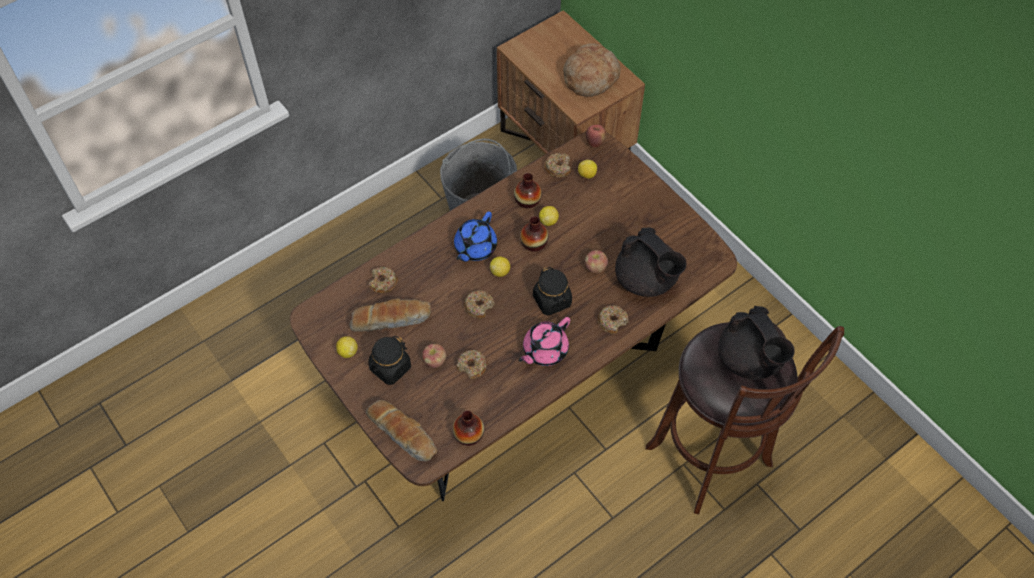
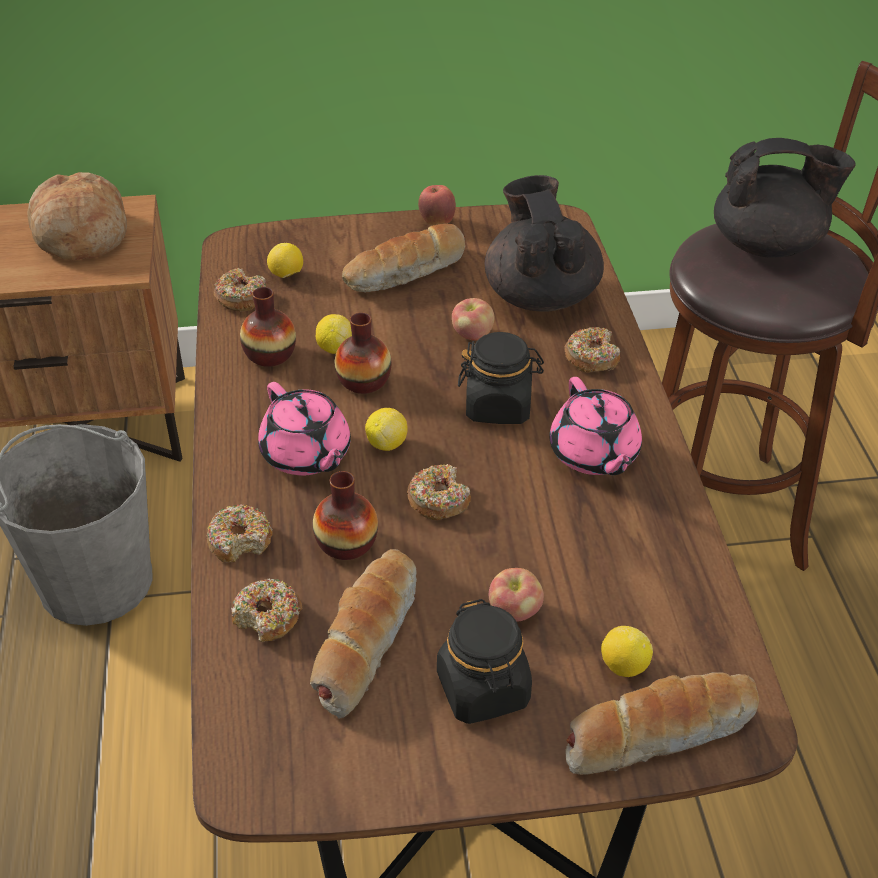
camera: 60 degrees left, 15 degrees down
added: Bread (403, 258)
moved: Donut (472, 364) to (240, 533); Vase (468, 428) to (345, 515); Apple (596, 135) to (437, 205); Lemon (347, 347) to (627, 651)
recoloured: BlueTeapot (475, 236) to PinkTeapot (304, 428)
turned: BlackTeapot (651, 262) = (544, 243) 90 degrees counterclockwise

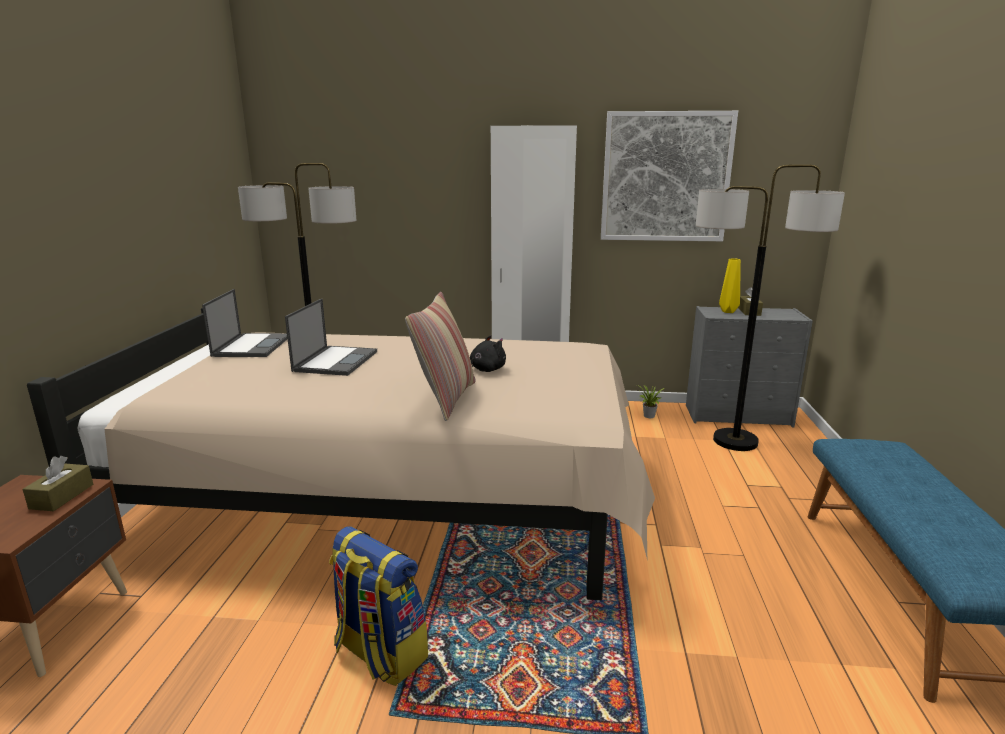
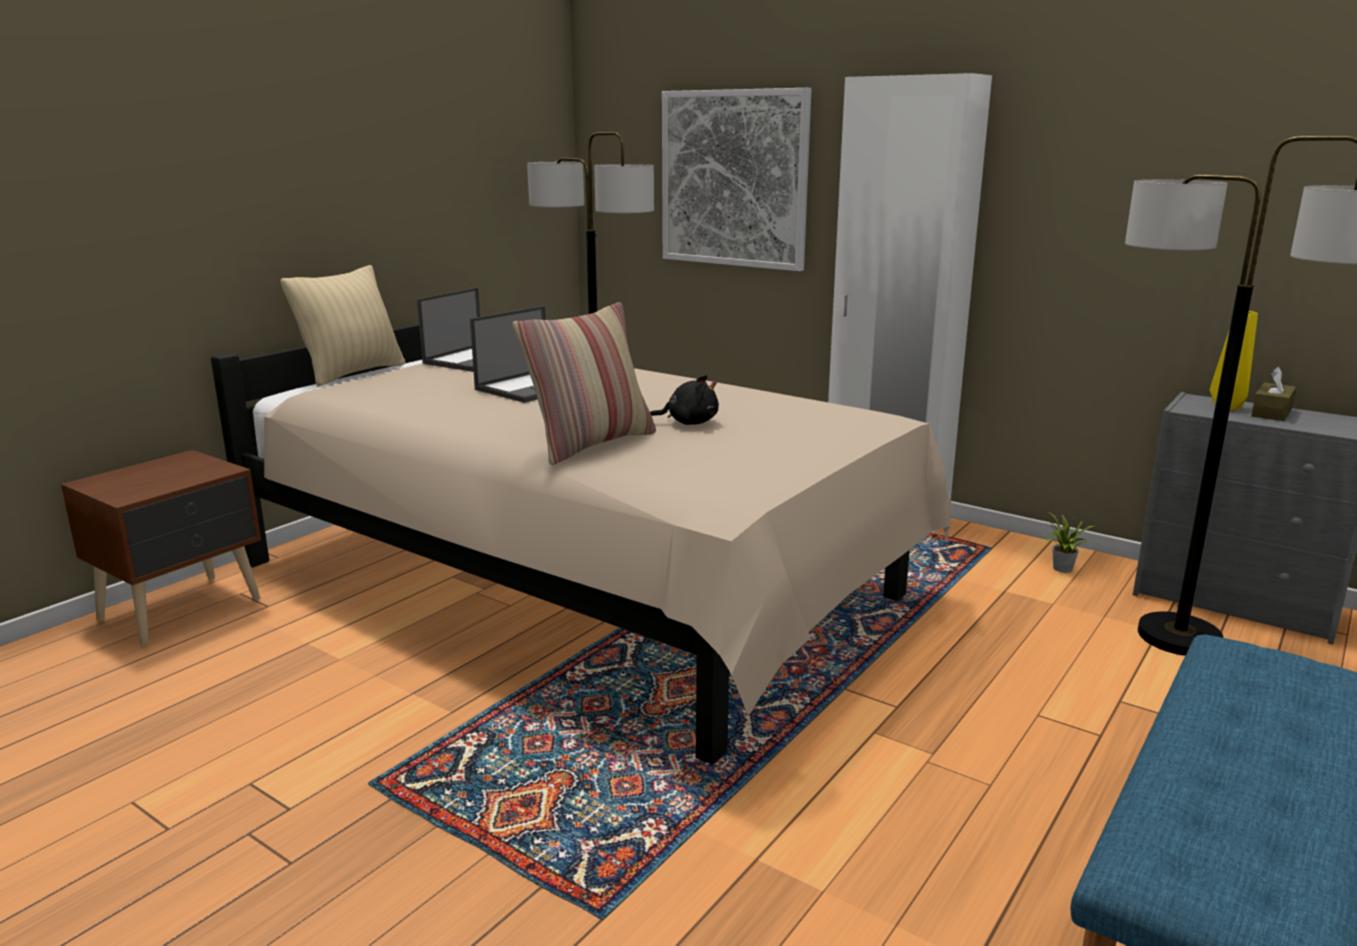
camera: 30 degrees right, 0 degrees up
removed: BrownTissueBox (57, 483); Backpack (378, 606)
added: BeigePillow (343, 326)
moved: Picture (669, 176) to (737, 179)

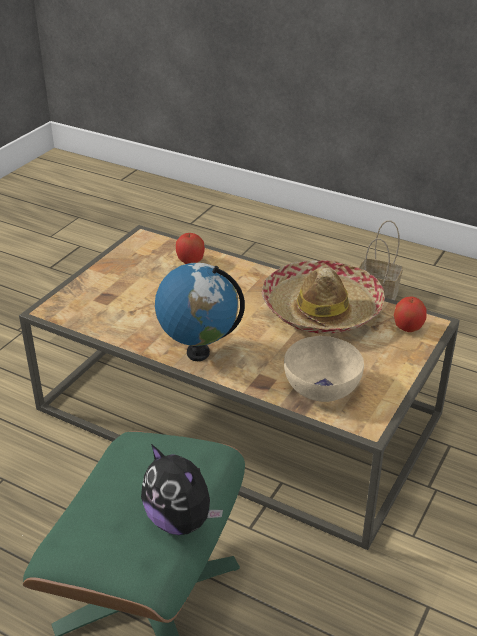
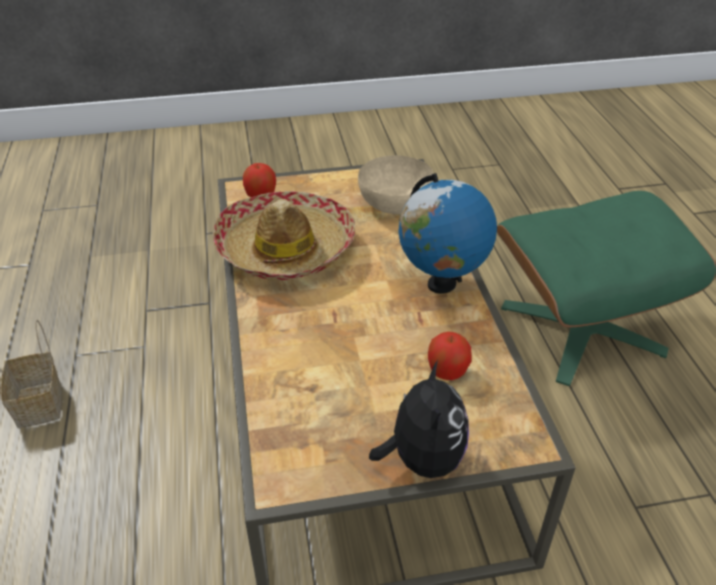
camera: 130 degrees left, 5 degrees up
moved: PlushToy (182, 489) to (419, 419); Apple (190, 248) to (450, 355)

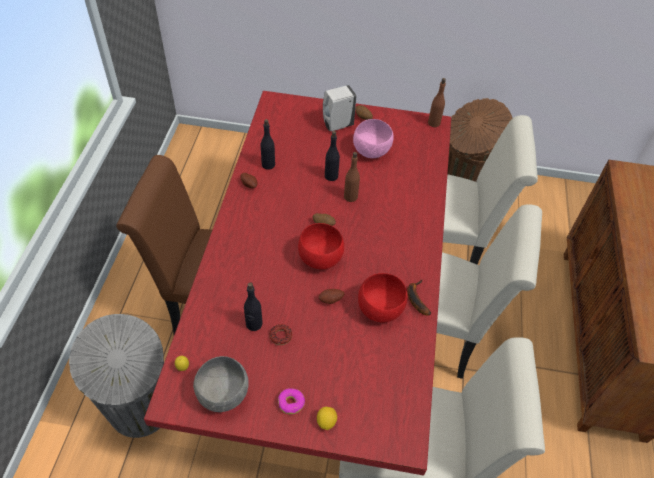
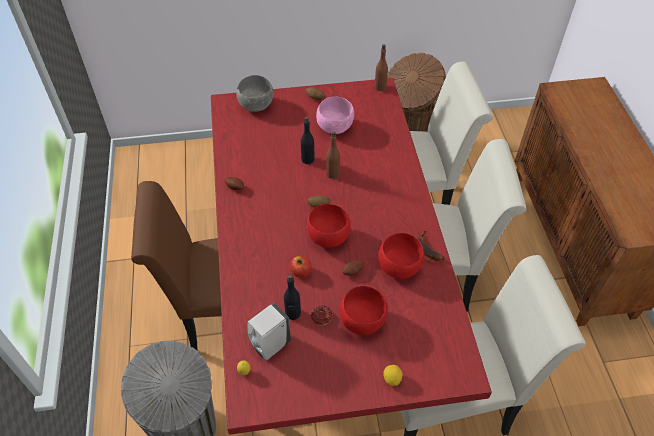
camera: 15 degrees left, 0 degrees up
removed: BlackBottle (268, 144); Donut (291, 401)
added: Apple (301, 267); RedBowl (363, 310)
moved: GreyBowl (221, 384) to (255, 93); WhiteSoapDispenser (339, 108) to (269, 332)

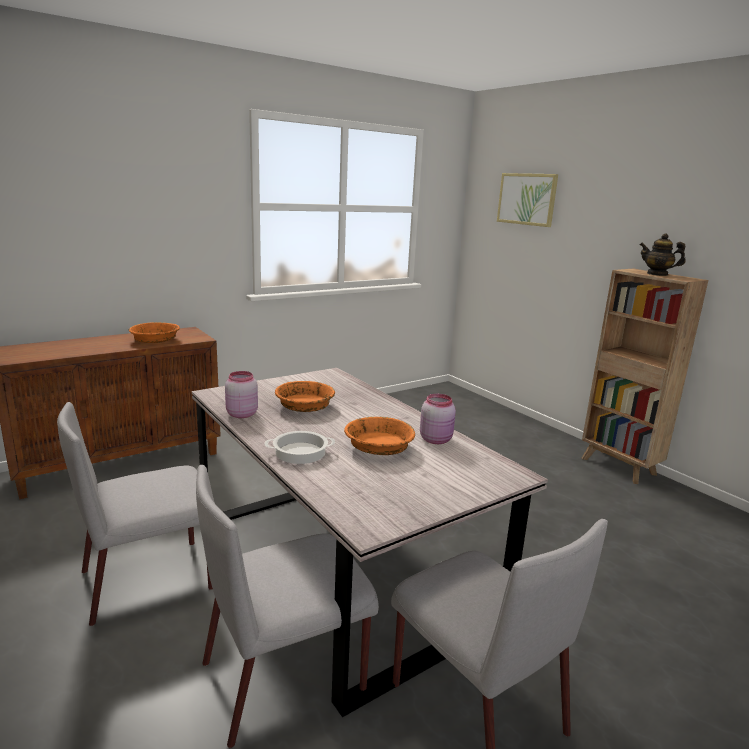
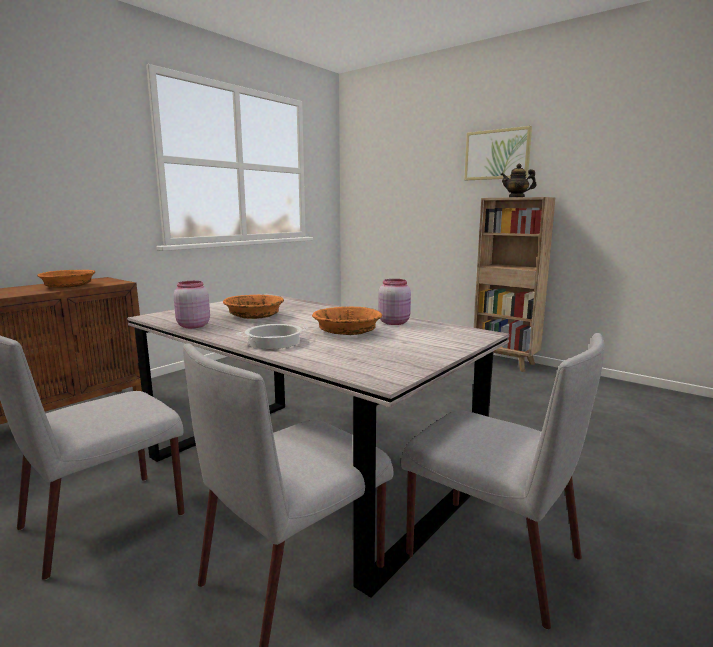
camera: 15 degrees left, 5 degrees down
moved: Picture (527, 200) to (498, 153)

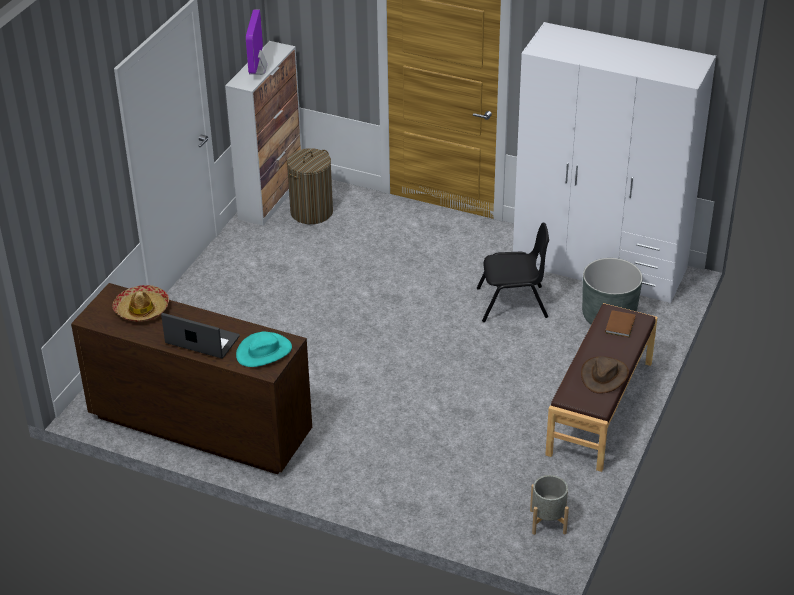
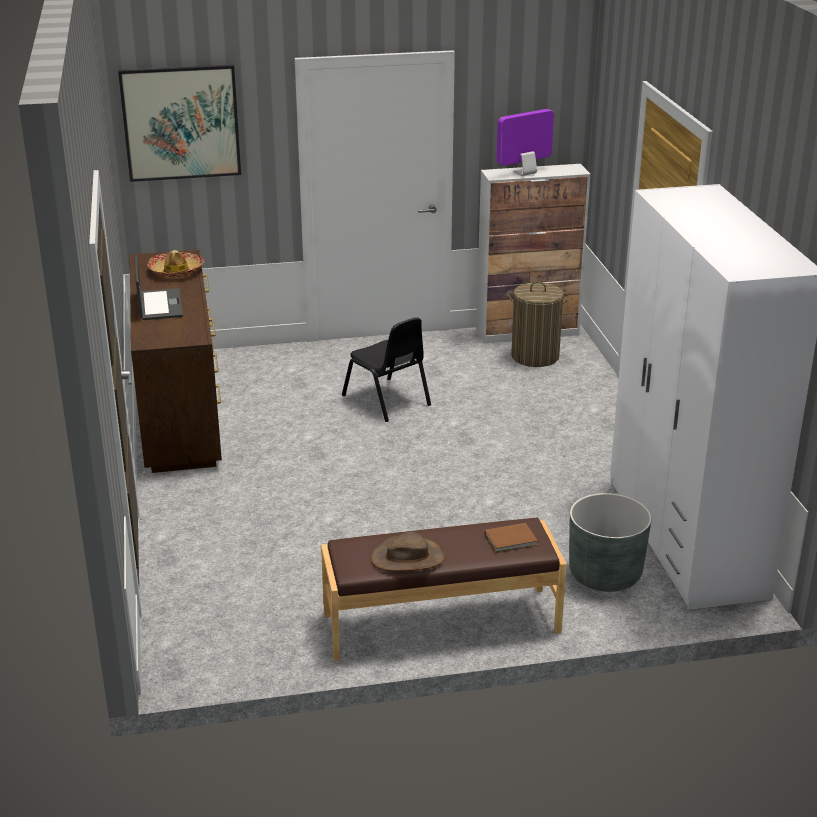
camera: 55 degrees right, 10 degrees down
removed: TurquoiseHat (264, 349); GreyPlanter (549, 505)
added: Picture (179, 123)
moved: BlackChair (513, 272) to (386, 369)

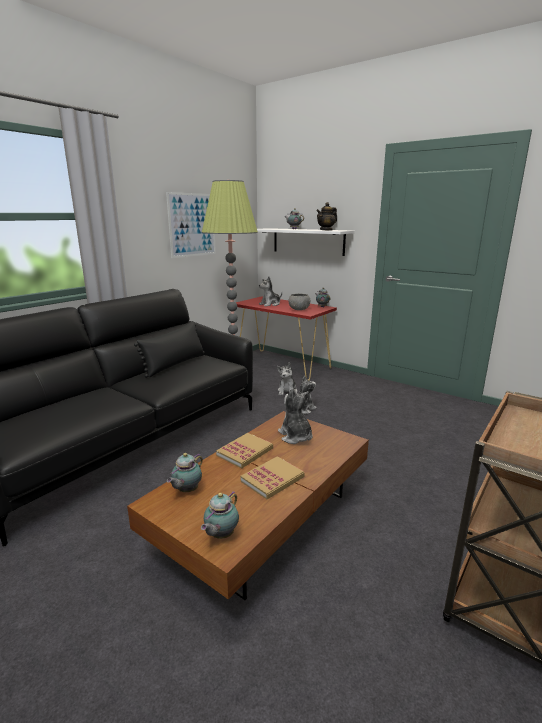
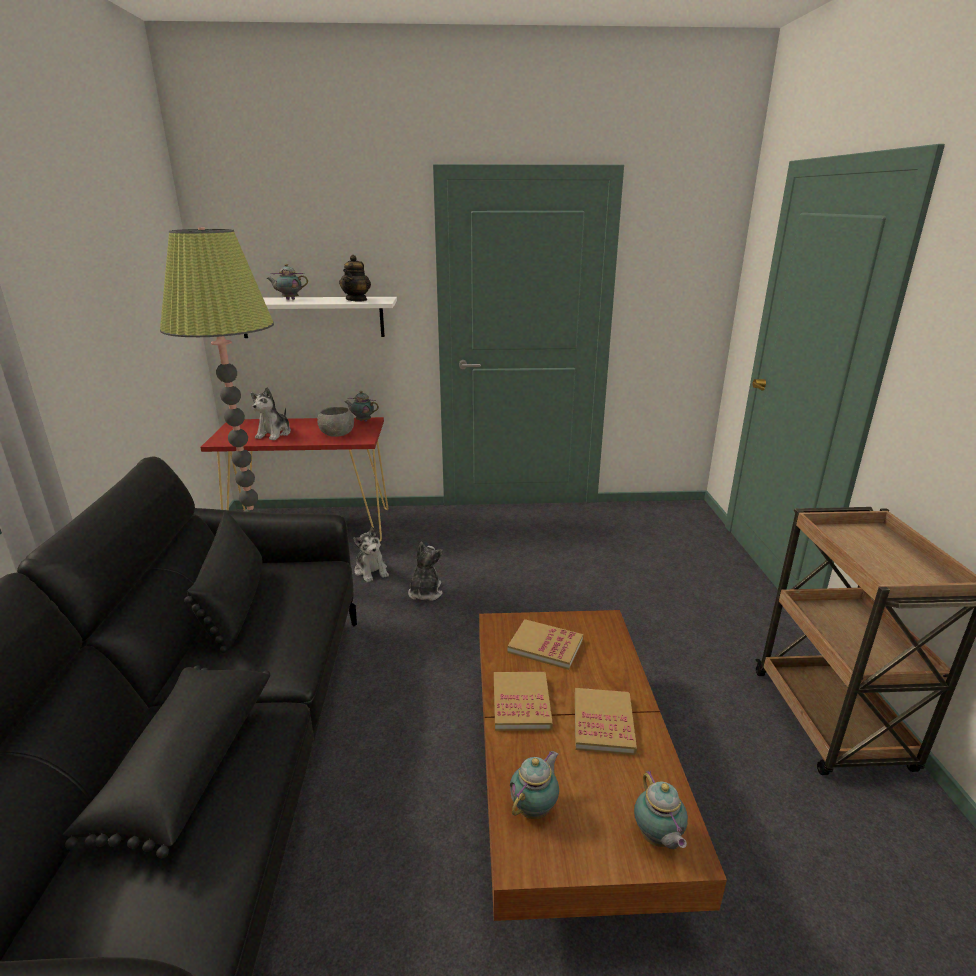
camera: 40 degrees left, 5 degrees up
removed: Picture (191, 225)
added: BlackPillow (166, 762)
replaced: PlushToy (295, 416) to Book (545, 644)
turned: Teapot (185, 472) = (534, 785) 135 degrees counterclockwise

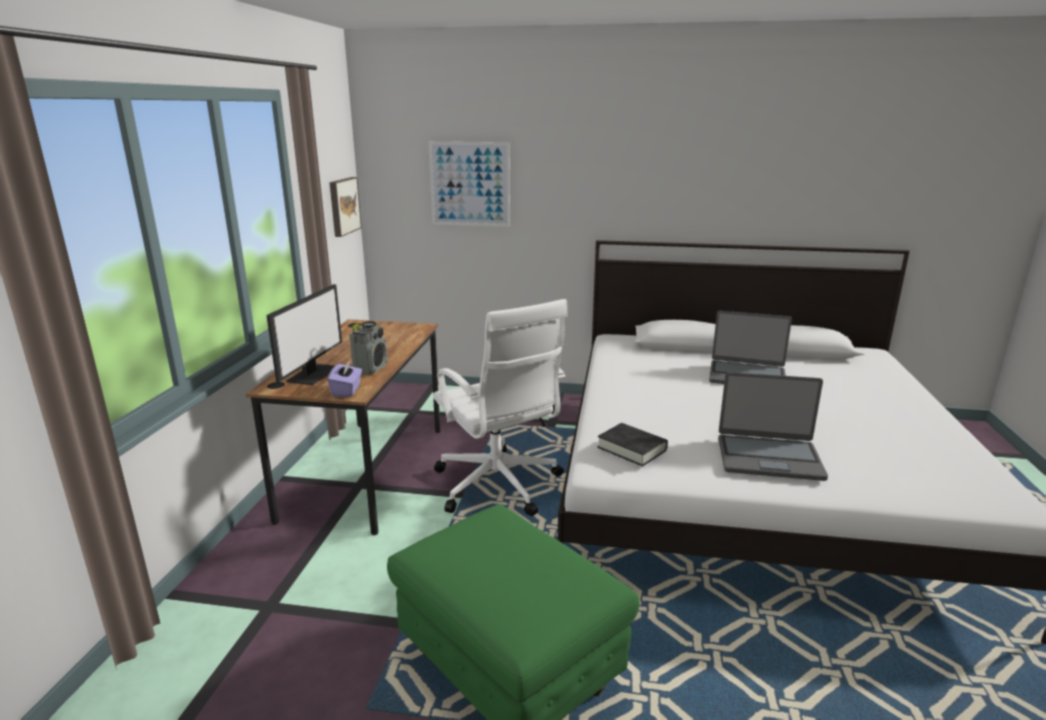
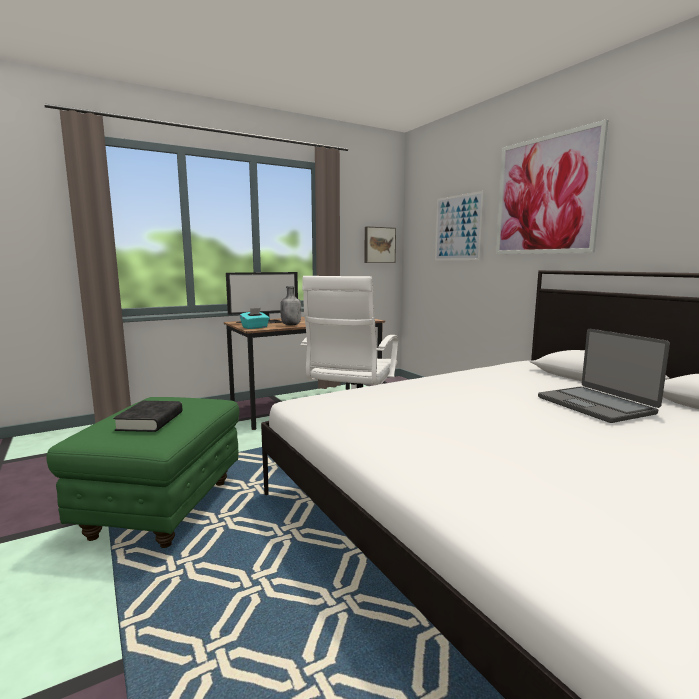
camera: 50 degrees right, 10 degrees down
removed: Laptop (773, 426)
added: Picture (552, 186)
moved: BlackBook (632, 444) to (147, 416)
replaced: Radio (369, 348) to GreyBottle (290, 305)
recoloured: PurpleTissueBox (344, 378) to TurquoiseTissueBox (254, 318)

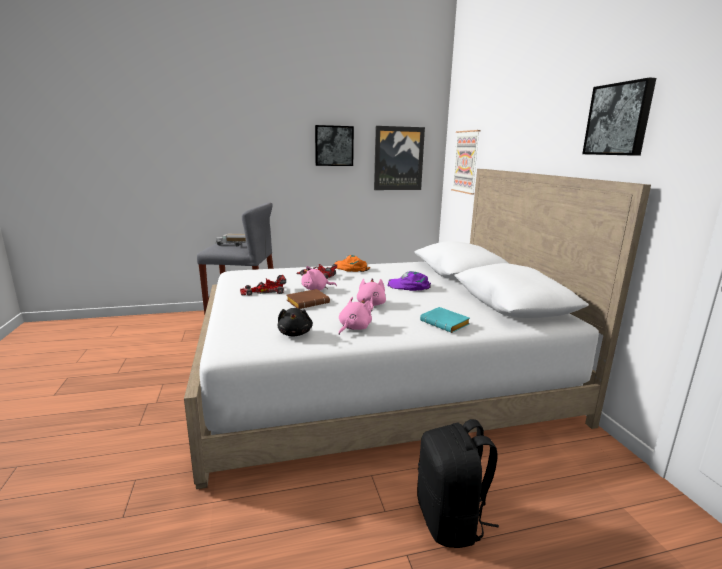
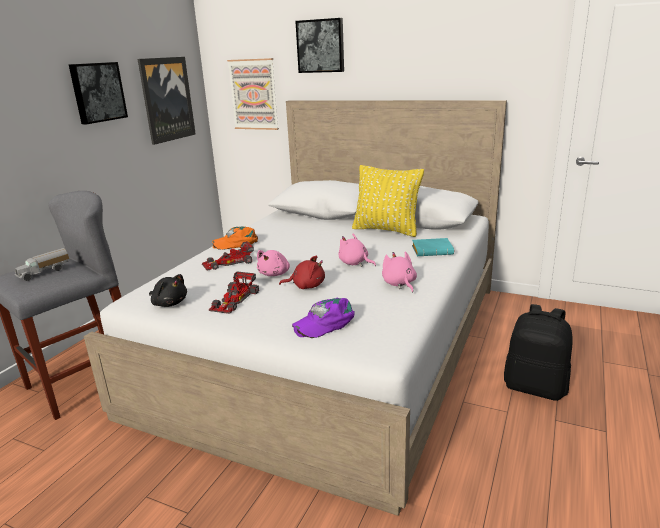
camera: 50 degrees left, 5 degrees up
added: YellowPillow (388, 201)
moved: BlackPlushToy (295, 322) to (168, 290); PurpleCap (409, 281) to (323, 318); Picture (619, 116) to (319, 45)
replaced: BrownBook (308, 299) to RedPlushToy (302, 272)

